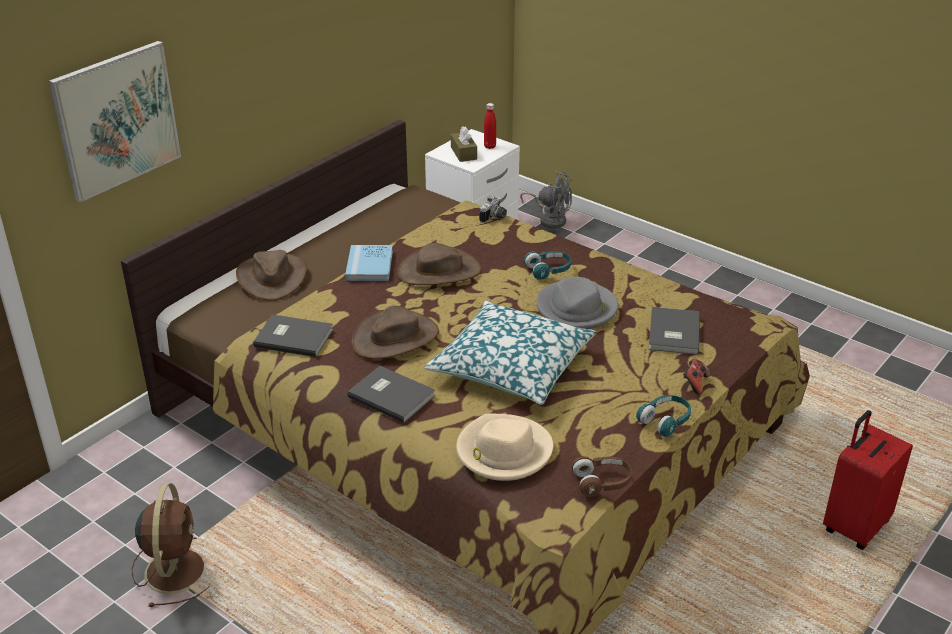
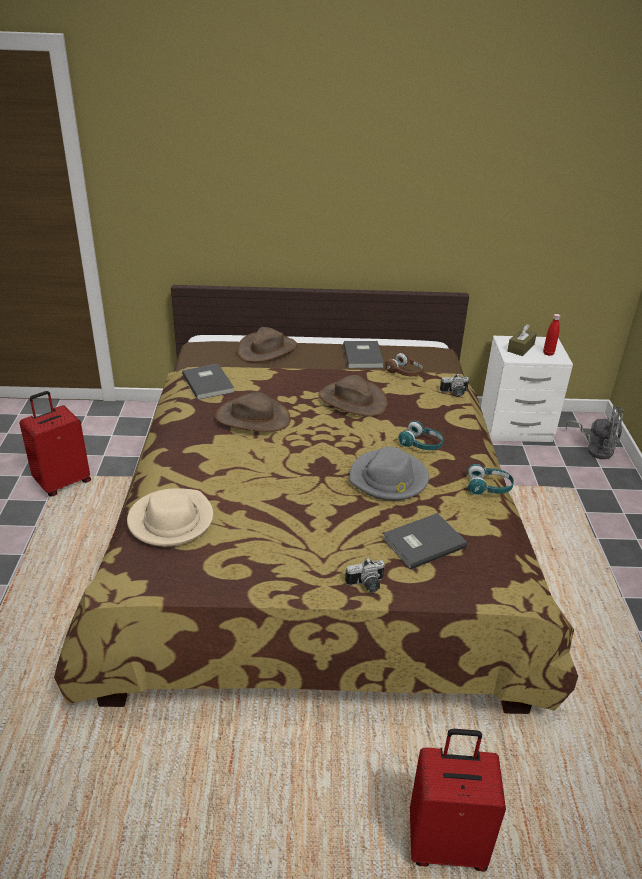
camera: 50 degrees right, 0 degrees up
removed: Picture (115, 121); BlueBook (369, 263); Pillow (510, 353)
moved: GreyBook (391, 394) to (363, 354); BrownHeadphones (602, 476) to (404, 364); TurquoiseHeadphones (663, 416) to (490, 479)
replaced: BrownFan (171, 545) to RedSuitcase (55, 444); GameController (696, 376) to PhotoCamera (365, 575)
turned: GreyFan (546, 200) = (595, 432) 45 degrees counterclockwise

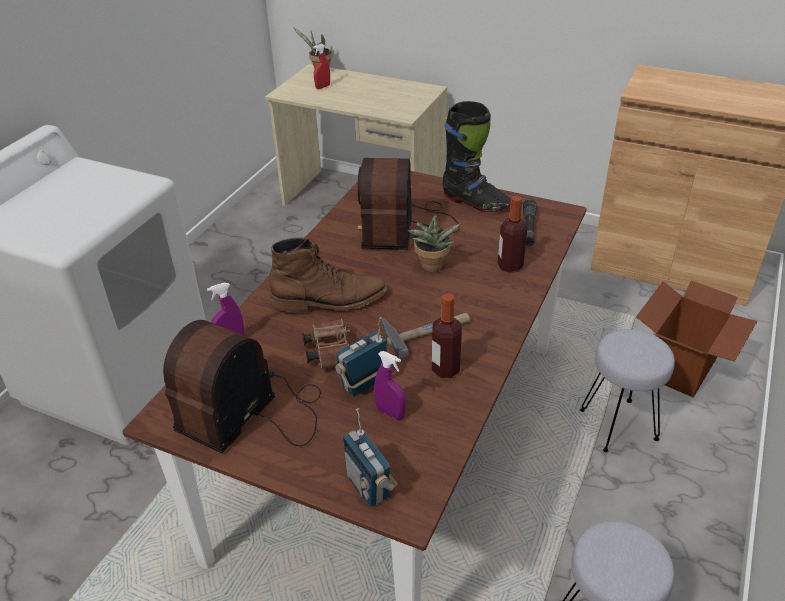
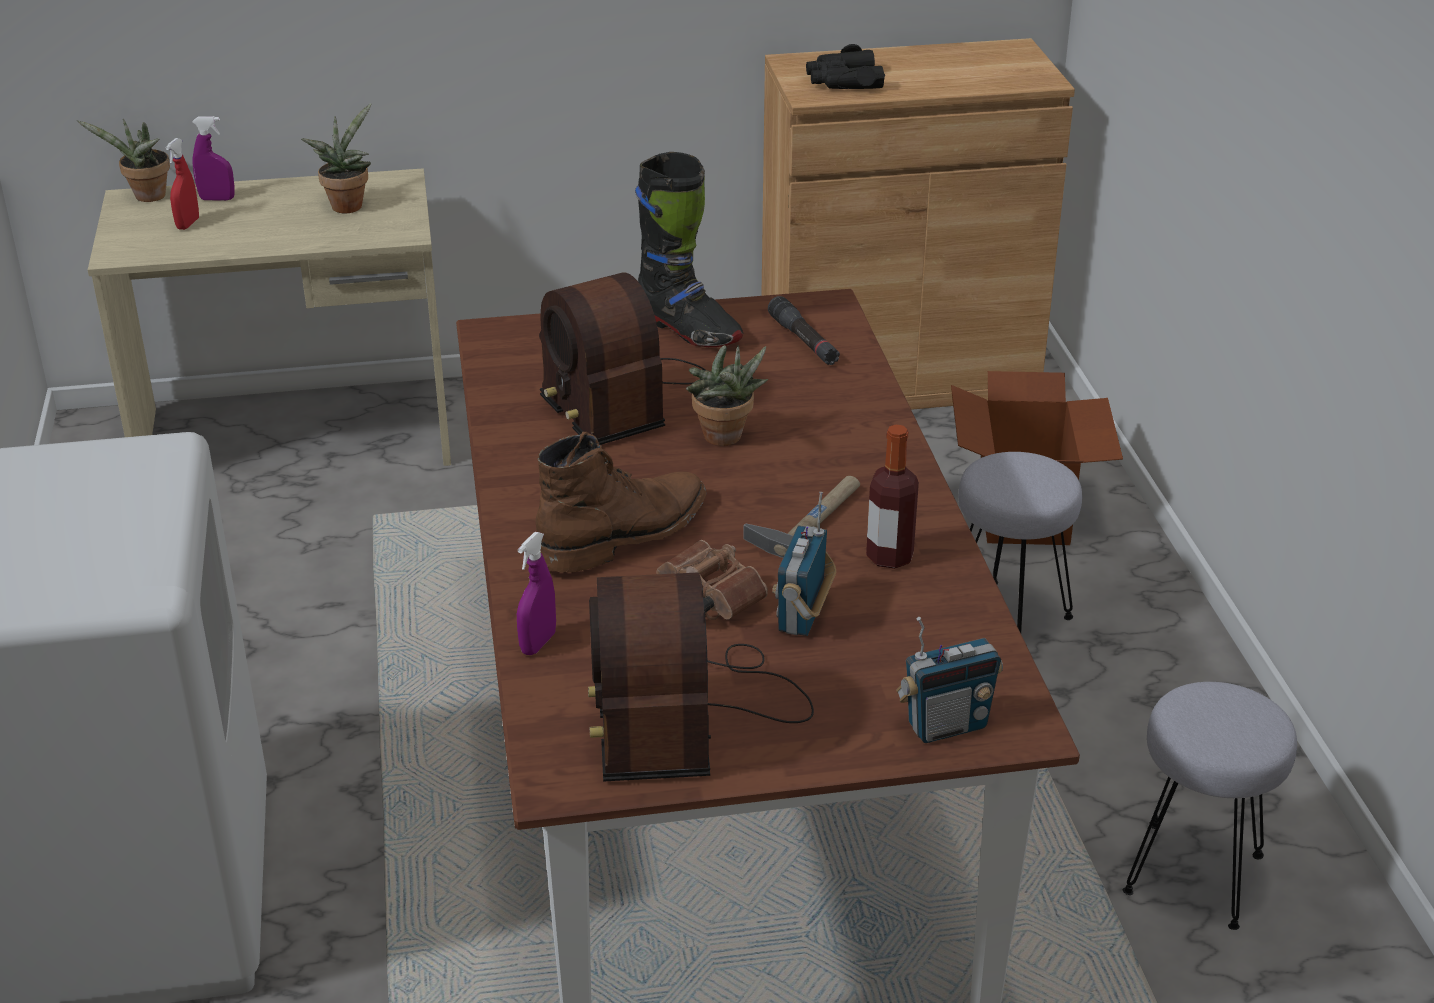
camera: 35 degrees left, 5 degrees down
removed: Bottle (512, 234)
added: PottedPlant (336, 158); BlackBinoculars (845, 66)
moved: PurpleSprayBottle (390, 385) to (214, 158)
turned: BlackBoot (477, 156) = (689, 249) 45 degrees clockwise; Radio (370, 457) = (949, 680) 45 degrees counterclockwise

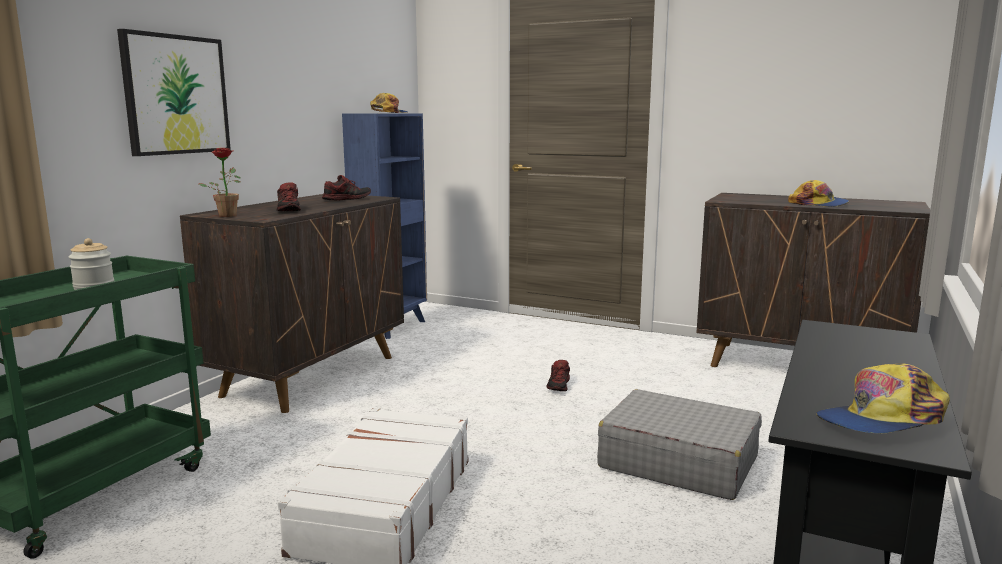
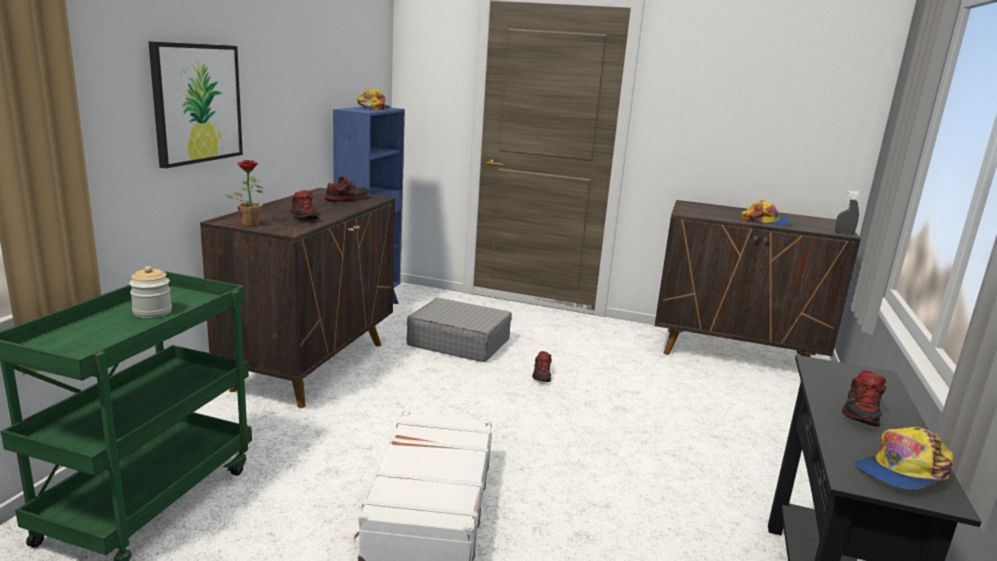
camera: 10 degrees left, 5 degrees up
added: GreySprayBottle (847, 212); Shoe (864, 398)
moved: GreySuitcase (679, 444) to (459, 330)

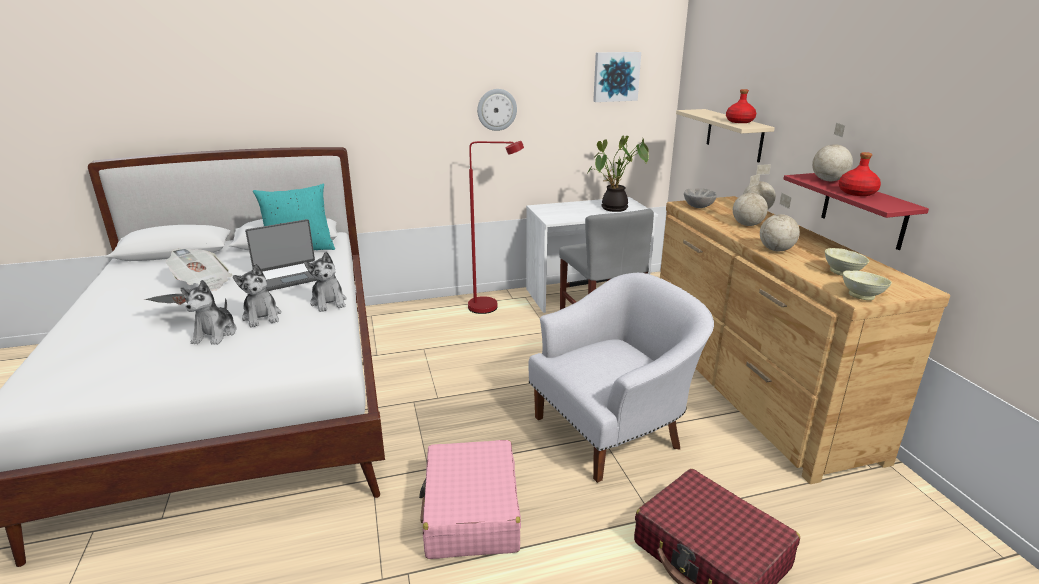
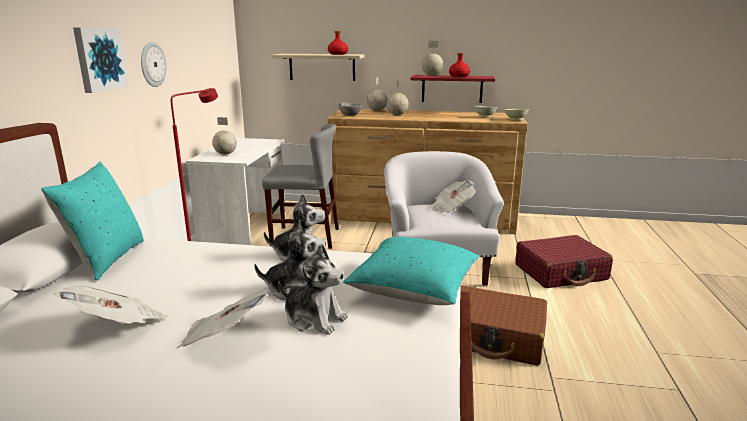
camera: 65 degrees left, 5 degrees down
removed: Laptop (281, 255); PottedPlant (618, 173)
added: TurquoisePillow (411, 271); Newspaper (452, 197)
moved: Picture (617, 77) to (101, 60); Globe (780, 222) to (224, 136)
recoloured: PinkSuitcase (470, 499) to BrownSuitcase (503, 325)

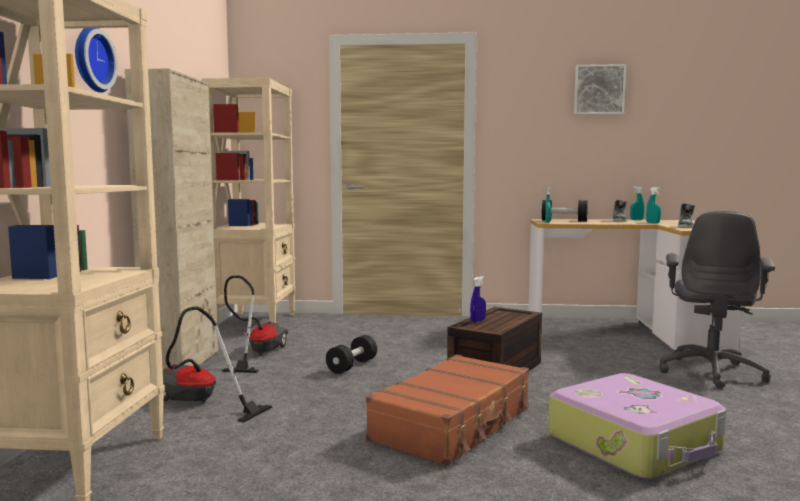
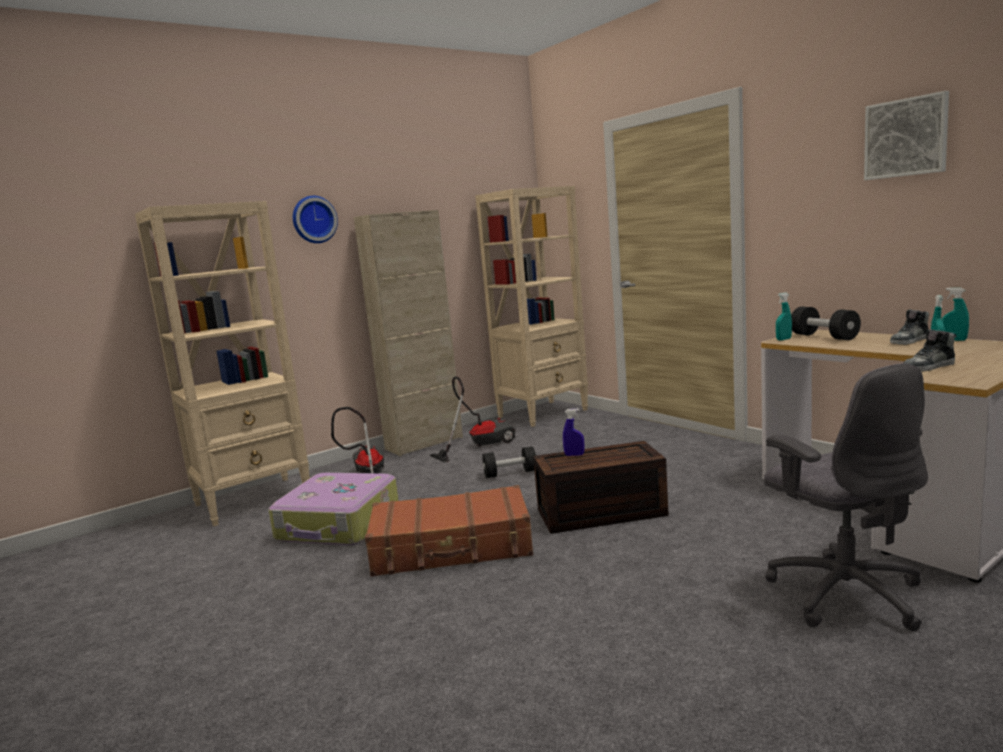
camera: 50 degrees right, 5 degrees up
moved: Suitcase (637, 426) to (334, 509)
turned: GreyOfficeChair (717, 300) = (846, 497) 90 degrees counterclockwise

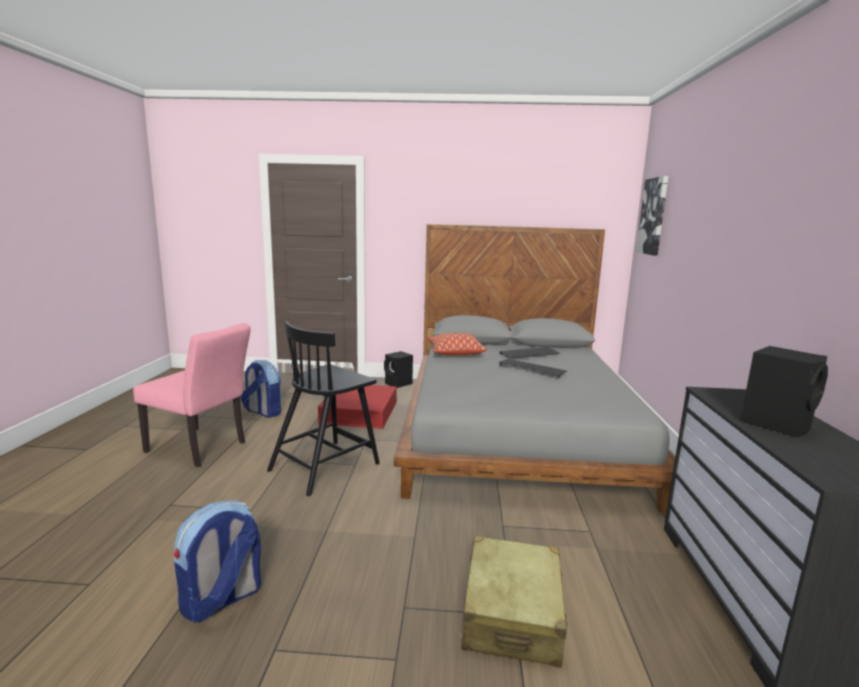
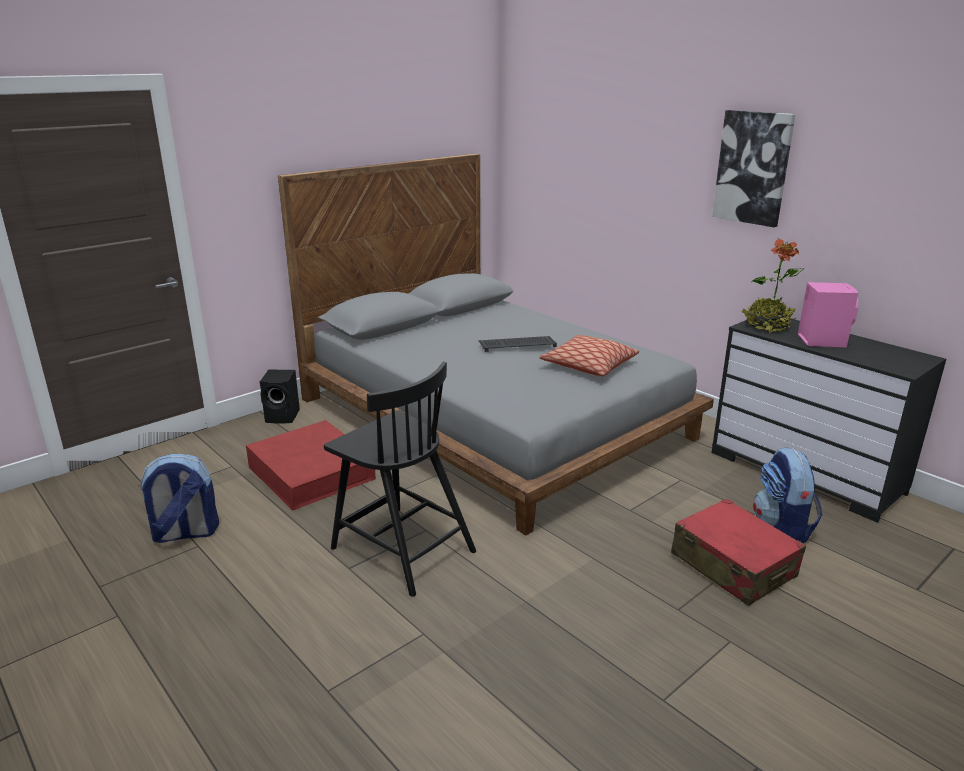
camera: 45 degrees left, 10 degrees up
removed: PinkChair (192, 395); Keyboard (529, 353)
added: PottedPlant (772, 285)
moved: Pillow (457, 344) to (589, 355); Picture (652, 216) to (754, 168); Backpack (217, 561) to (788, 495)
recoloured: BeigeSuitcase (514, 602) to RedSuitcase (738, 552); BlackSpeaker (784, 392) to PinkSpeaker (828, 314)
turned: BlackChair (323, 408) = (400, 479) 45 degrees counterclockwise

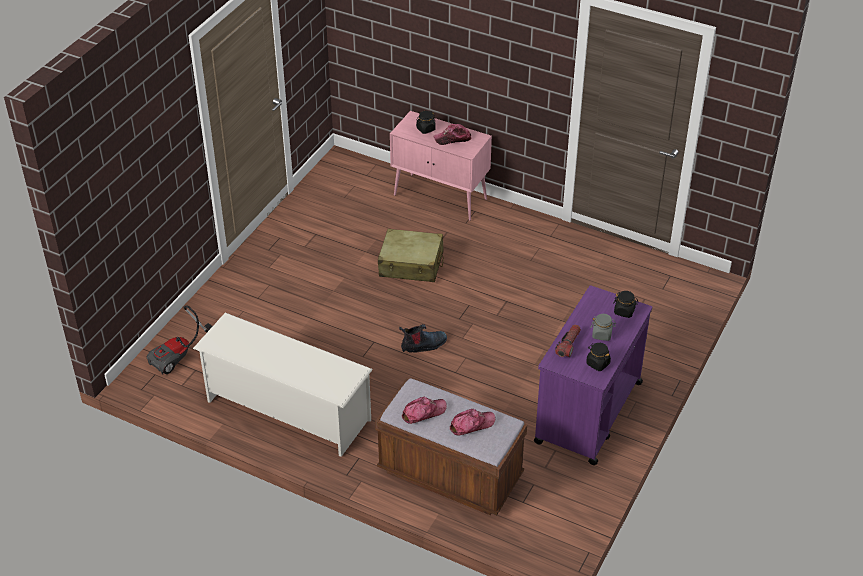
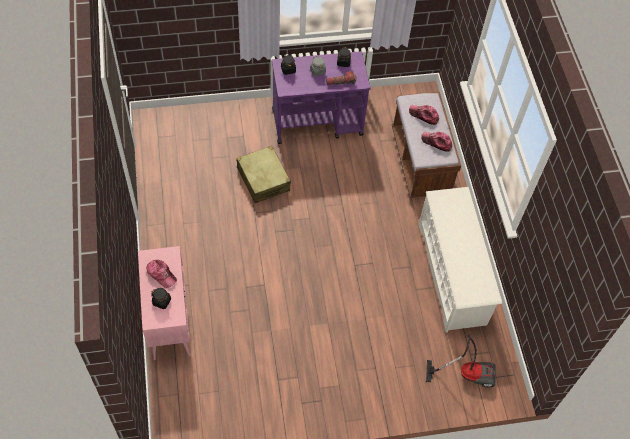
camera: 130 degrees left, 15 degrees up
removed: Boot (423, 338)
moved: BeigeSuitcase (411, 255) to (264, 174)

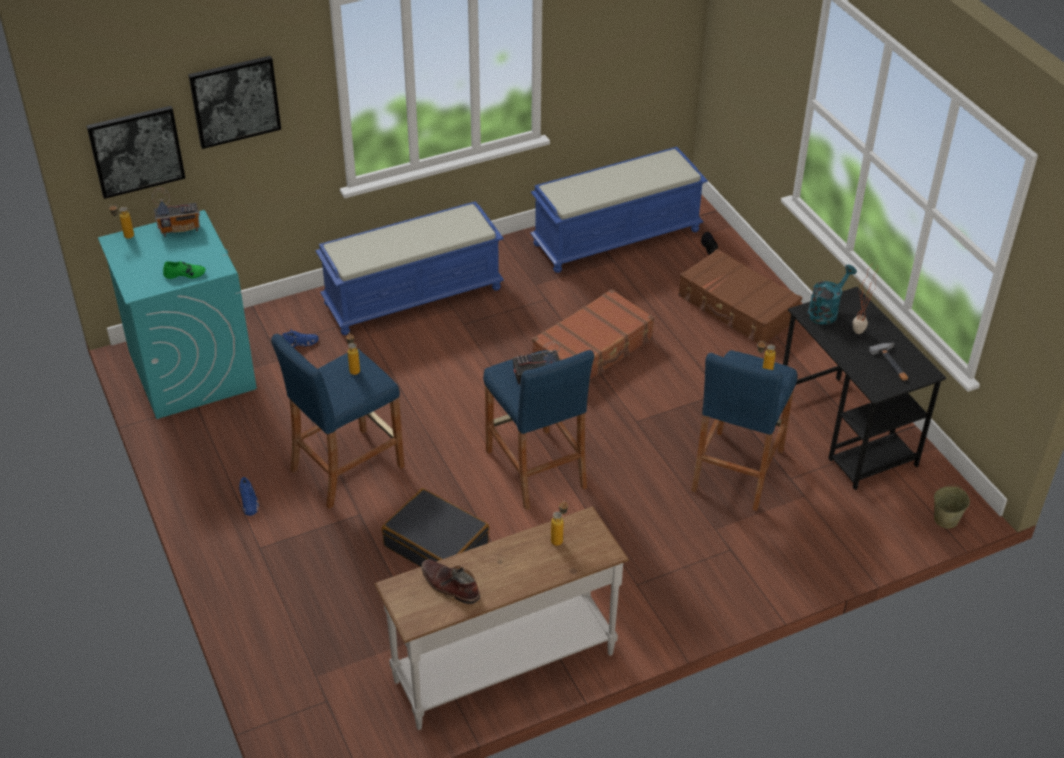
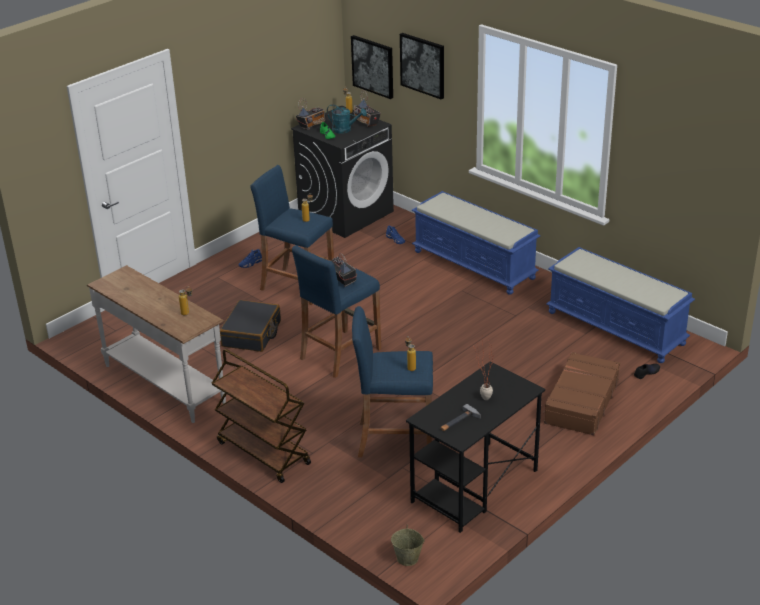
camera: 70 degrees right, 10 degrees down
removed: BrownBoot (450, 581); BrownSuitcase (593, 335)
added: BrownCart (261, 416); Radio (311, 114)
moved: TurquoiseWateringCan (832, 294) to (347, 119)
recoloured: TurquoiseWashingMachine (177, 314) to BlackWashingMachine (342, 172)

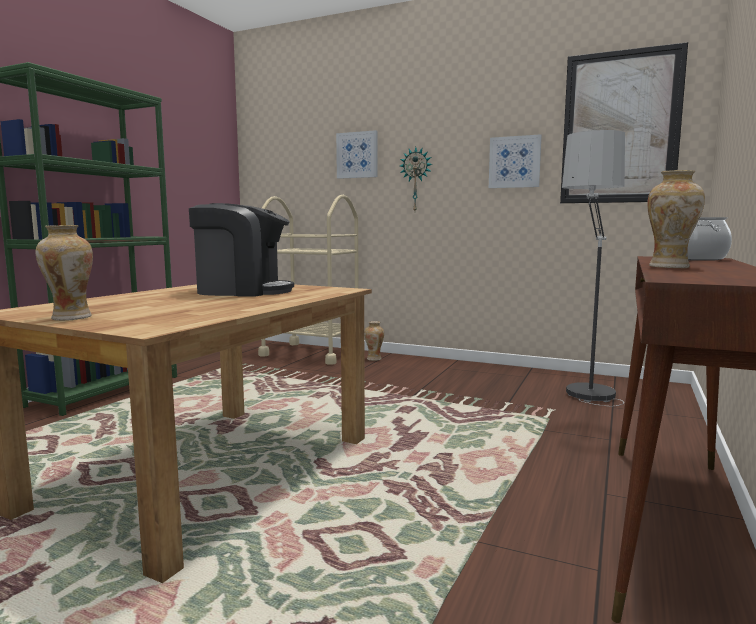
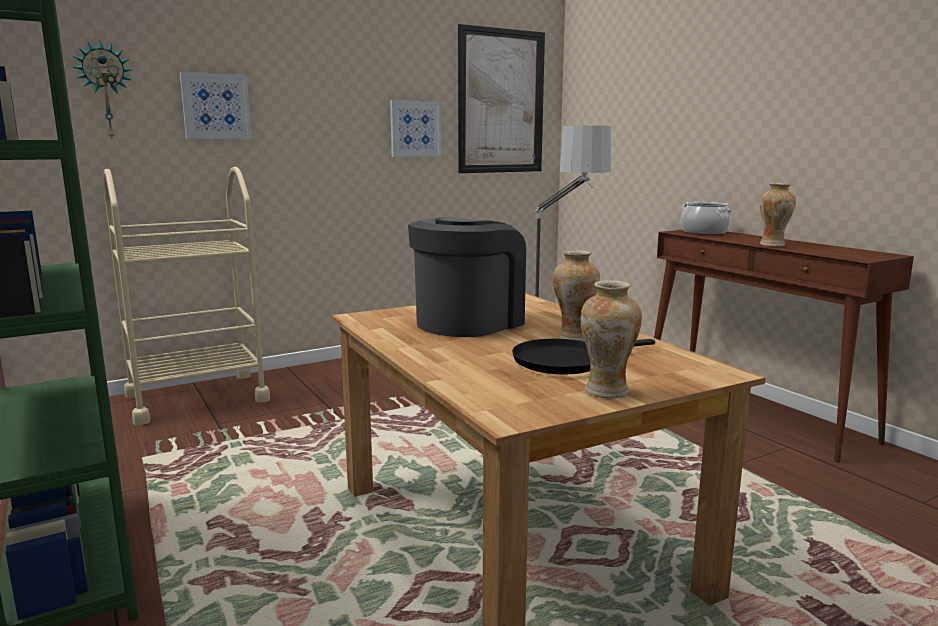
camera: 55 degrees left, 5 degrees up
added: BlackFryingPan (583, 356)
moved: WallClock (416, 179) to (102, 90); Vase (374, 341) to (576, 295)

